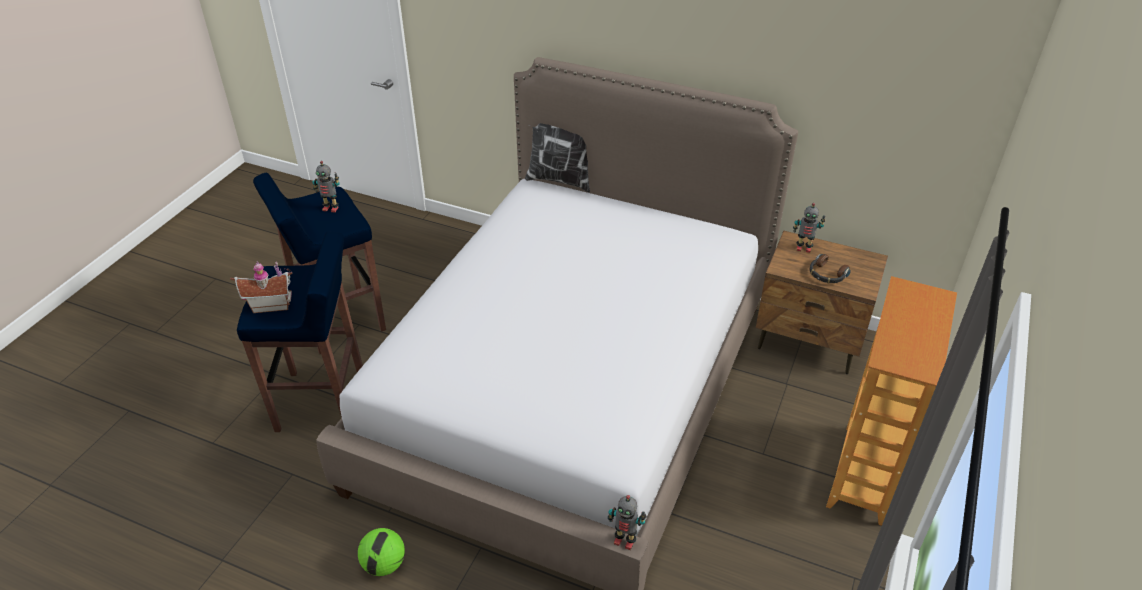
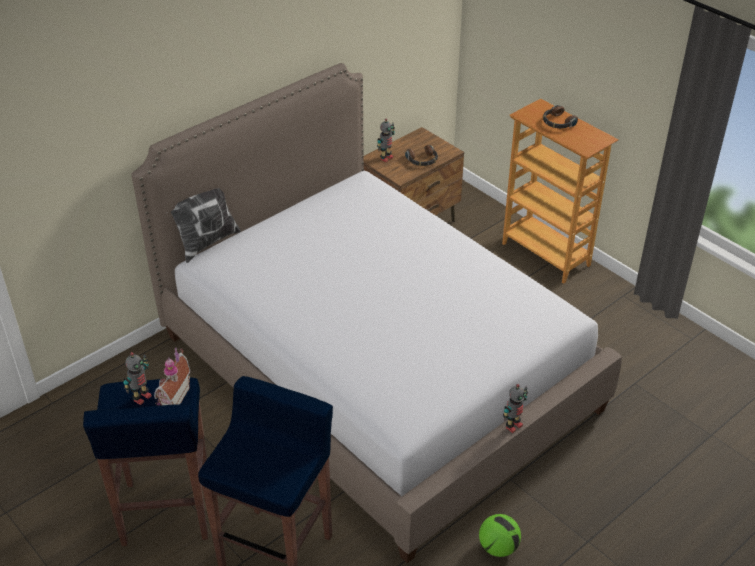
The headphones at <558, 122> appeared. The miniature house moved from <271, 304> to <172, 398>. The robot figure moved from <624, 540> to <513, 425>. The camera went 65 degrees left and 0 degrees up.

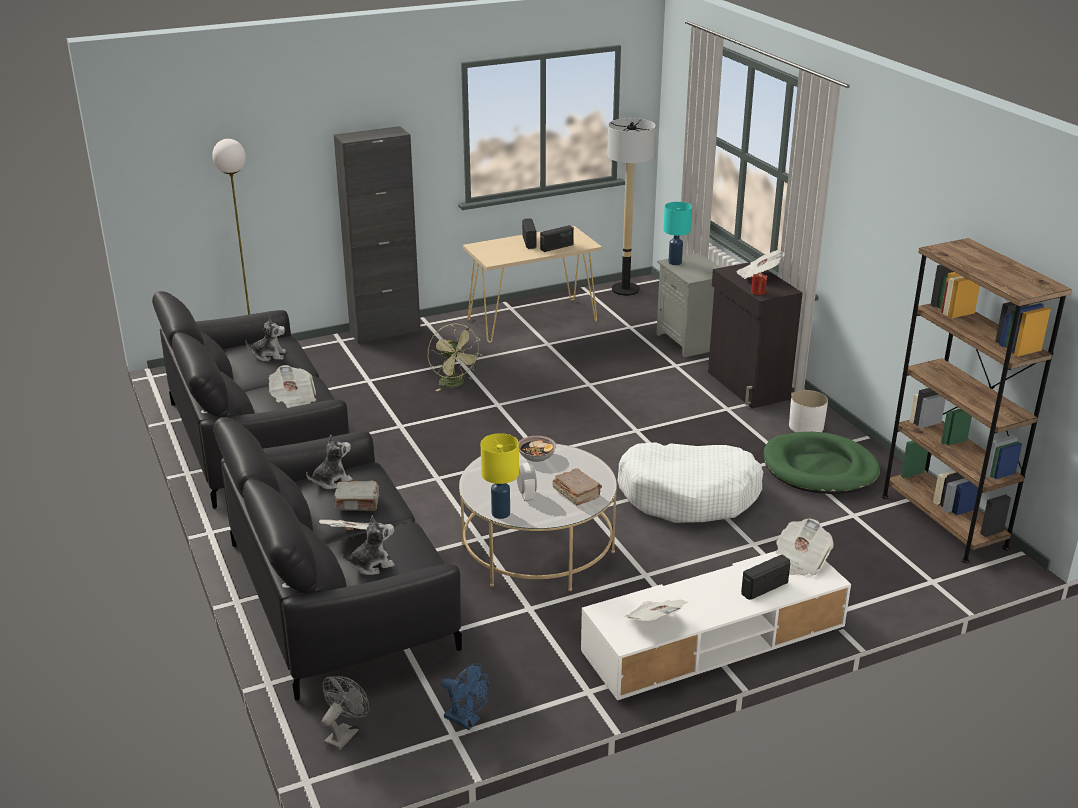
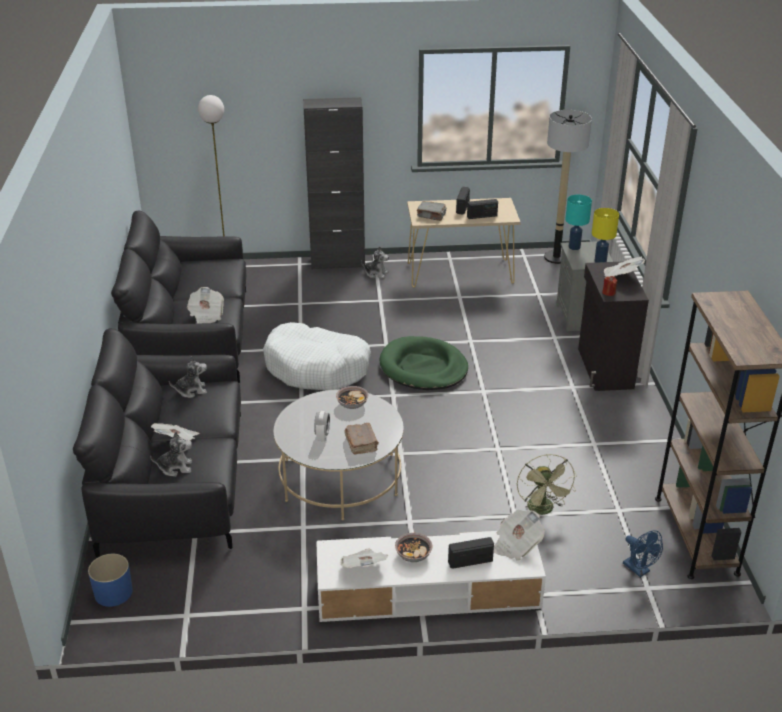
The white-coloured flower pot at <806, 427> disappeared. The deep dish at <413, 554> appeared. The plush toy moved from <269, 355> to <376, 273>. The grey book moved from <358, 503> to <431, 215>. The green-coloured fan moved from <455, 384> to <543, 510>. The blue fan moved from <467, 721> to <639, 570>. The yellow table lamp moved from <501, 513> to <600, 261>. The white-coloured dog bed moved from <689, 495> to <317, 368>. The green-coloured dog bed moved from <819, 468> to <423, 367>. The grey fan at <344, 734> was replaced by the blue flower pot at <113, 592>. The camera went 20 degrees right and 5 degrees up.

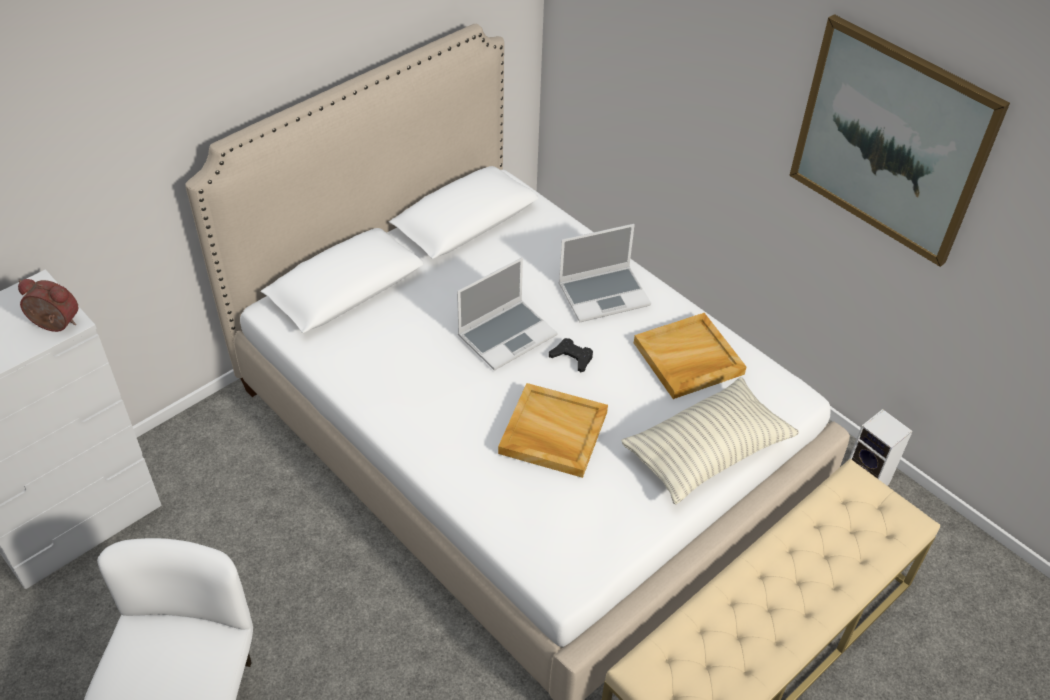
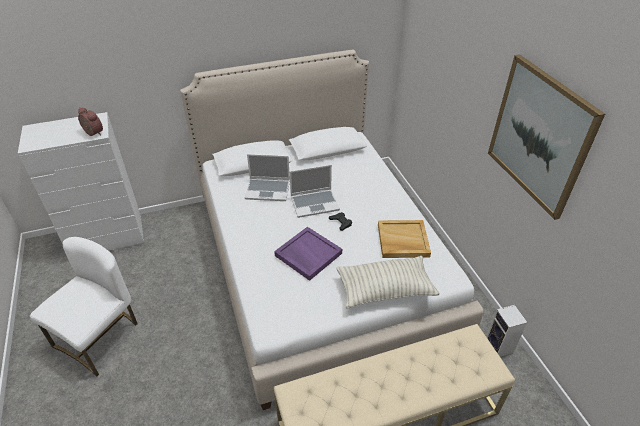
The laptop moved from <604, 294> to <268, 190>. The sand-coloured serving tray at <552, 433> became the purple serving tray at <307, 254>. The camera went 25 degrees right and 5 degrees down.

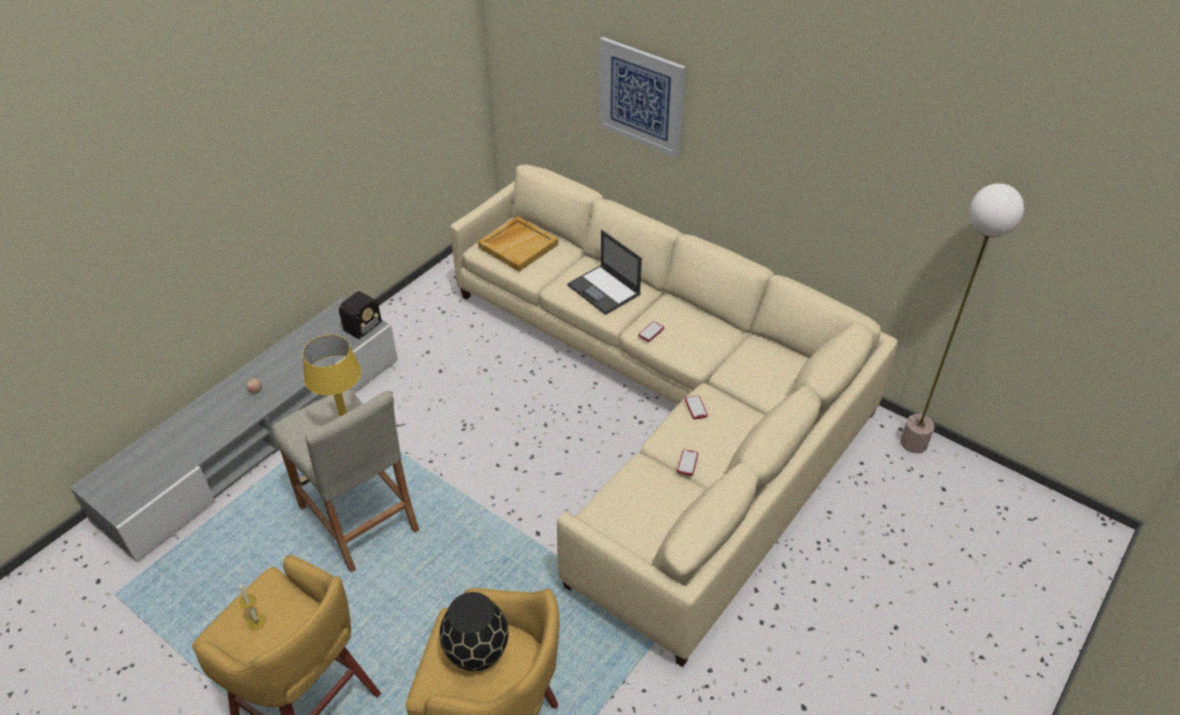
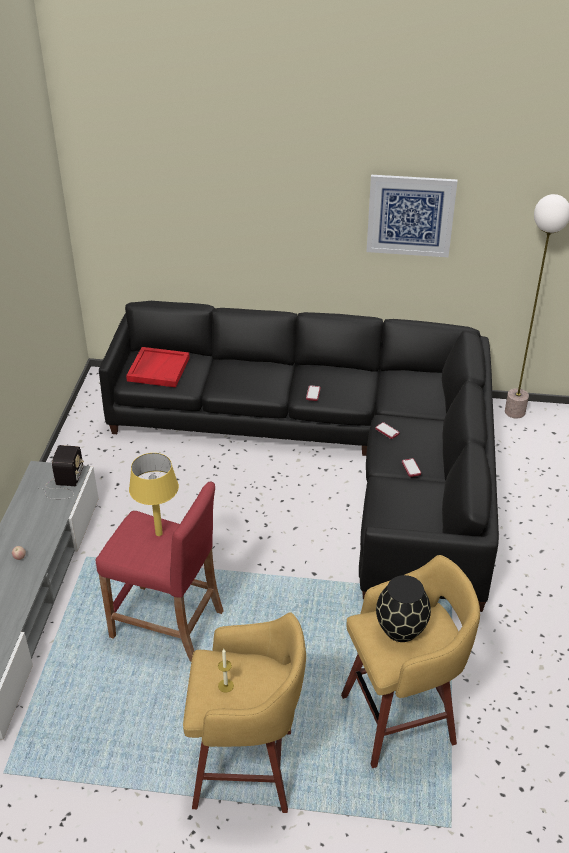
The laptop at <604, 290> disappeared. The wall picture moved from <641, 97> to <410, 215>. The sand-coloured sitting stool at <359, 518> became the red-coloured sitting stool at <167, 624>. The sand-coloured sofa at <664, 406> became the black-coloured sofa at <334, 452>. The sand-coloured serving tray at <518, 245> became the red-coloured serving tray at <158, 369>. The camera went 30 degrees left and 5 degrees down.

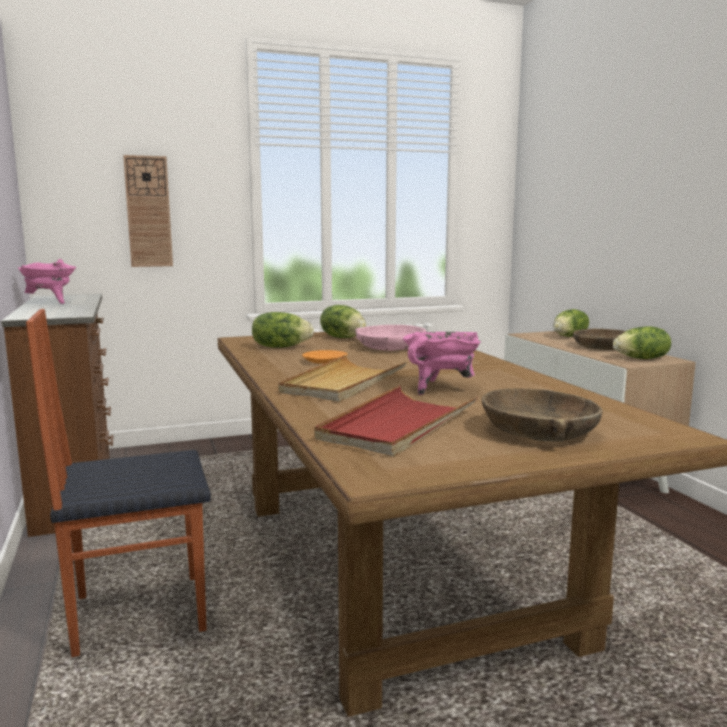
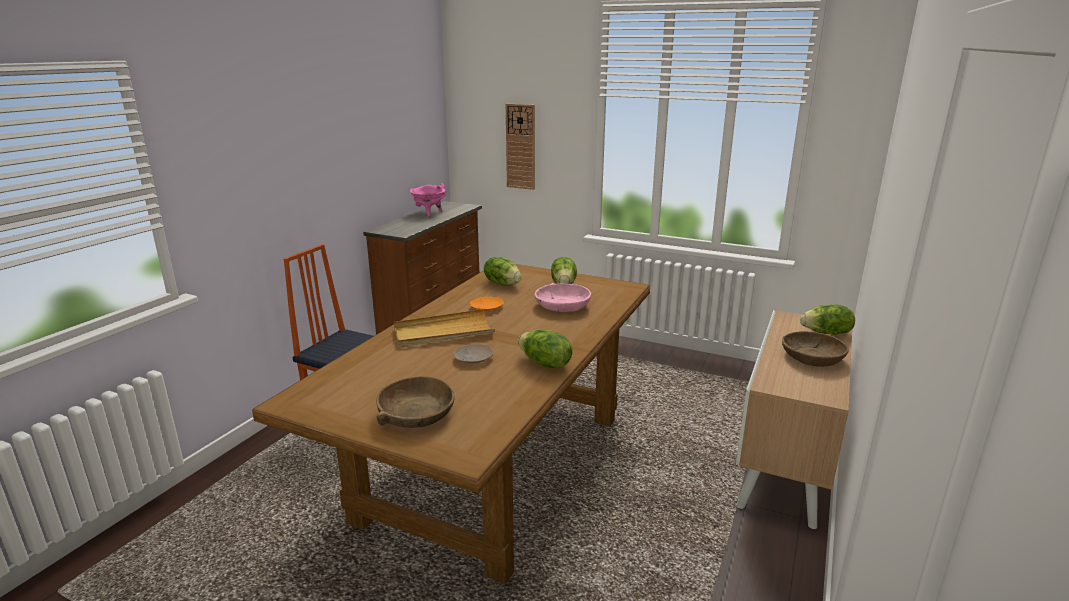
The red-coloured serving tray at <398, 425> disappeared. The lettuce head moved from <642, 359> to <545, 364>. The pink-coloured saucepot at <440, 388> was replaced by the sand-coloured dinner plate at <473, 358>. The camera went 45 degrees right and 10 degrees up.

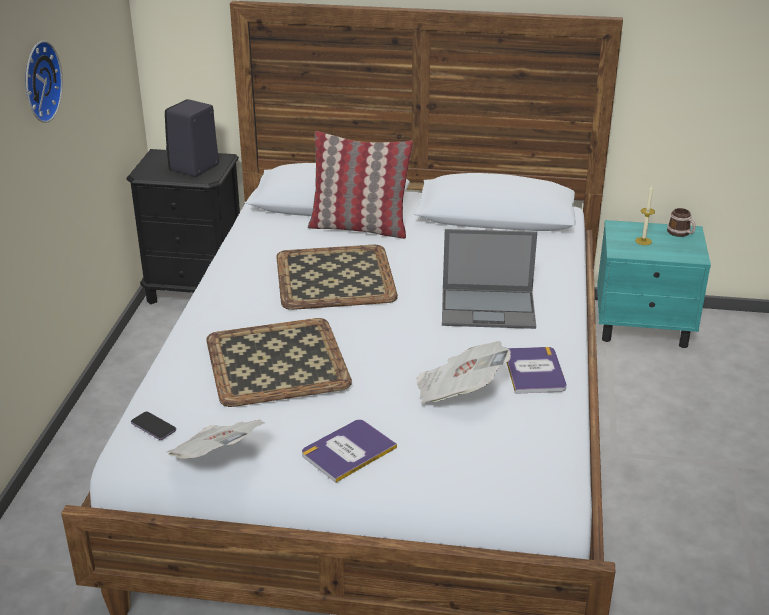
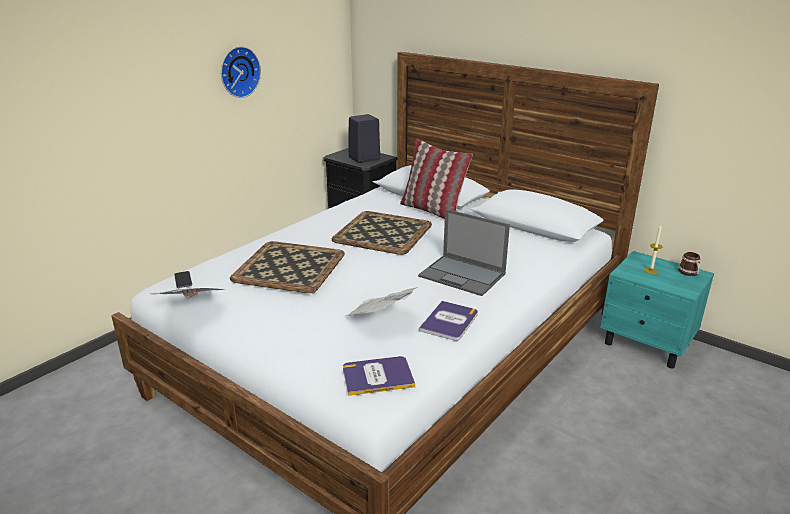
The book moved from <348, 451> to <377, 376>. The camera went 30 degrees right and 5 degrees down.

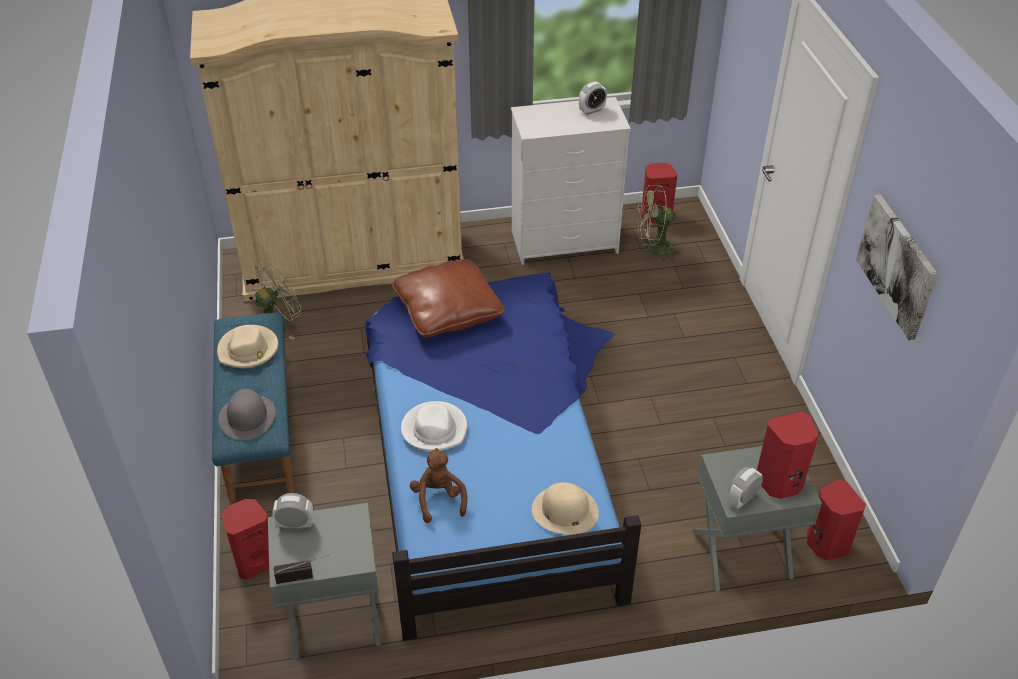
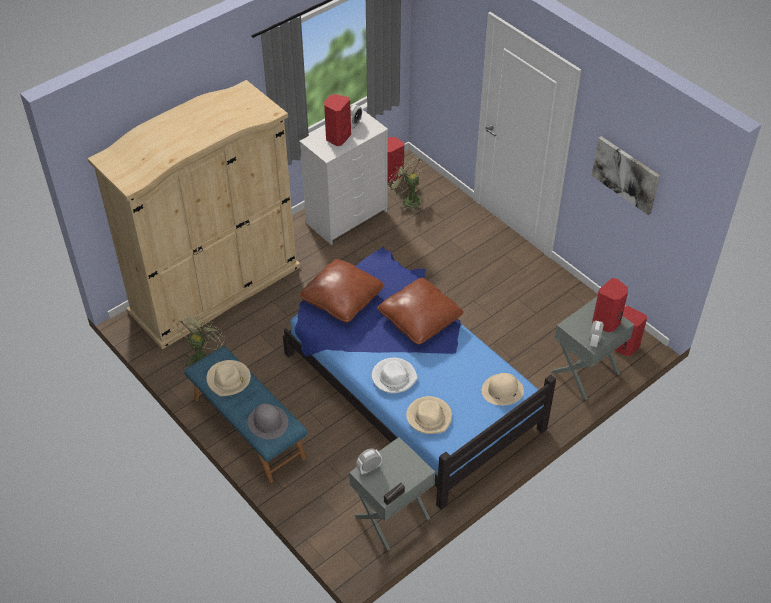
The brown throw pillow at <420, 319> appeared. The red-coloured loudspeaker moved from <255, 561> to <337, 137>. The brown plush toy at <439, 499> was replaced by the sand-coloured clothing hat at <429, 417>. The green-coloured fan at <654, 249> turned 75 degrees clockwise. The camera went 30 degrees left and 5 degrees up.

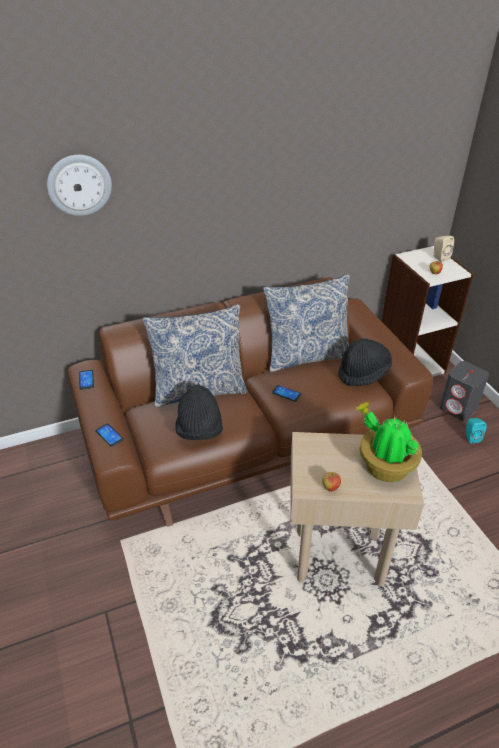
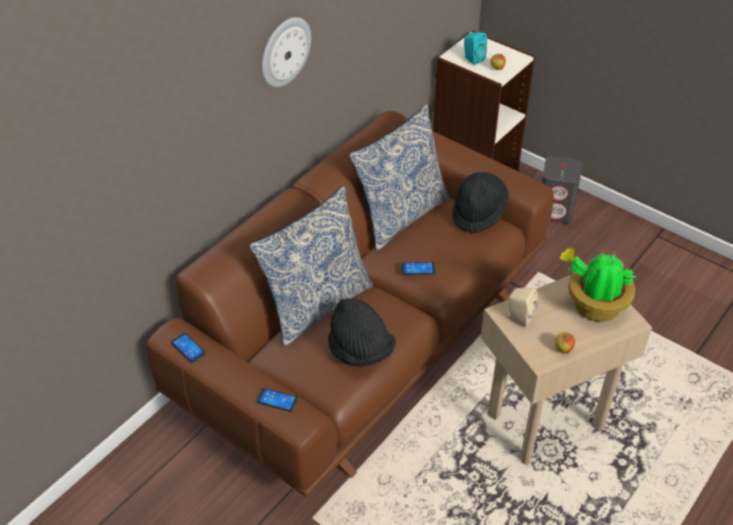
The wall clock moved from <79, 185> to <284, 51>. The sand-coloured loudspeaker moved from <439, 257> to <518, 317>. The turquoise loudspeaker moved from <471, 437> to <472, 59>. The camera went 30 degrees left and 5 degrees up.

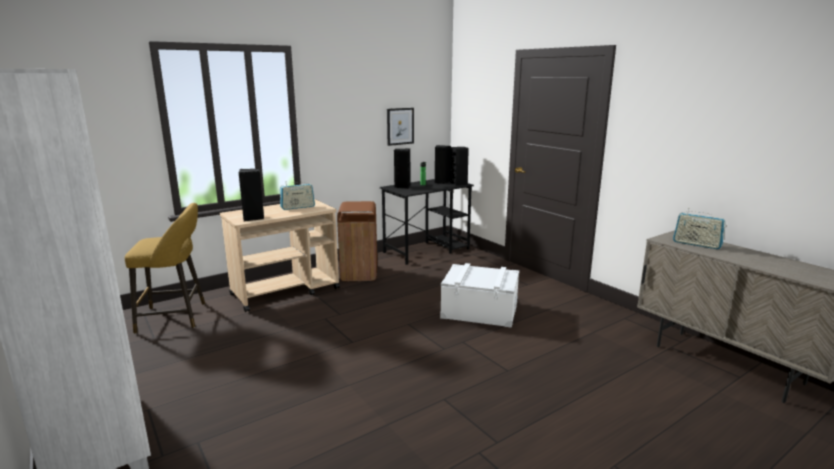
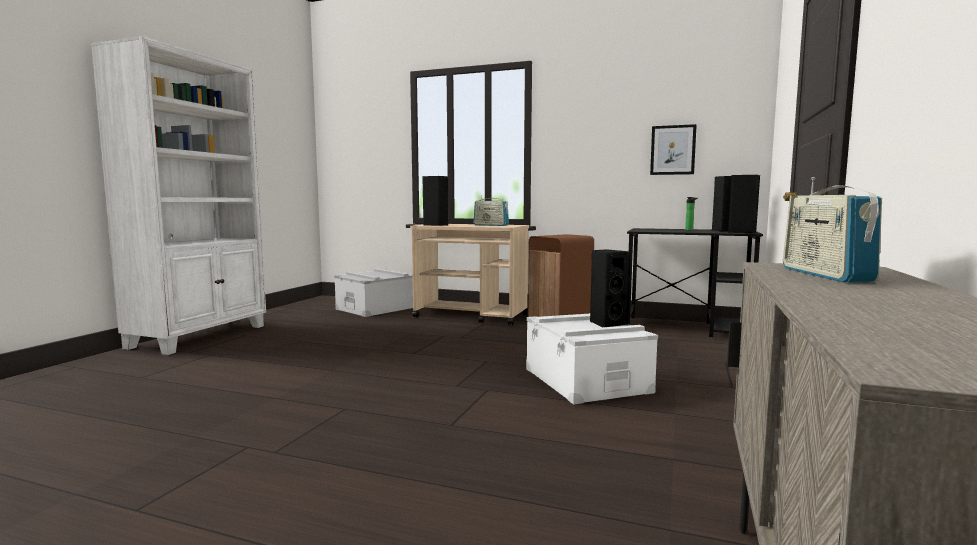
The black-coloured loudspeaker moved from <402, 186> to <607, 323>. The yellow sitting stool at <176, 317> was replaced by the grey storage box at <377, 308>. The camera went 55 degrees right and 10 degrees down.

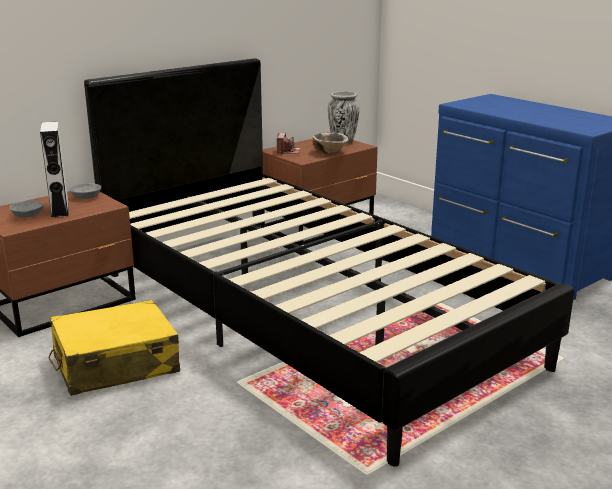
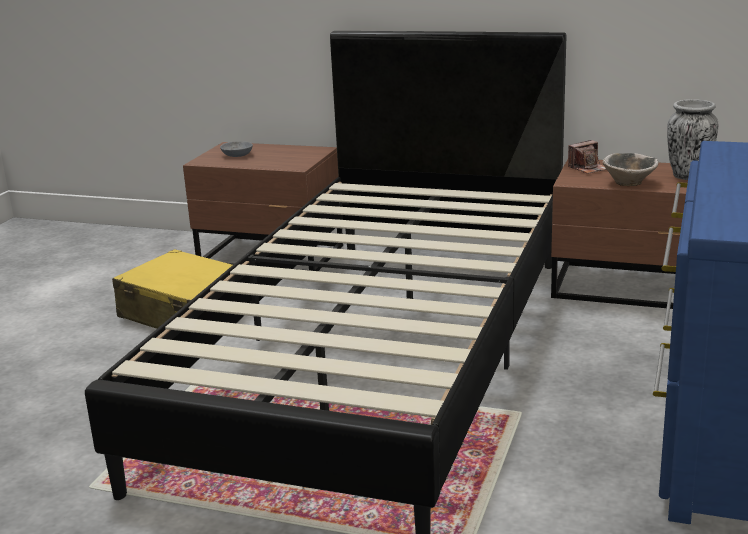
The grey loudspeaker at <60, 210> disappeared. The grey deep dish at <85, 197> disappeared. The camera went 60 degrees right and 0 degrees up.

